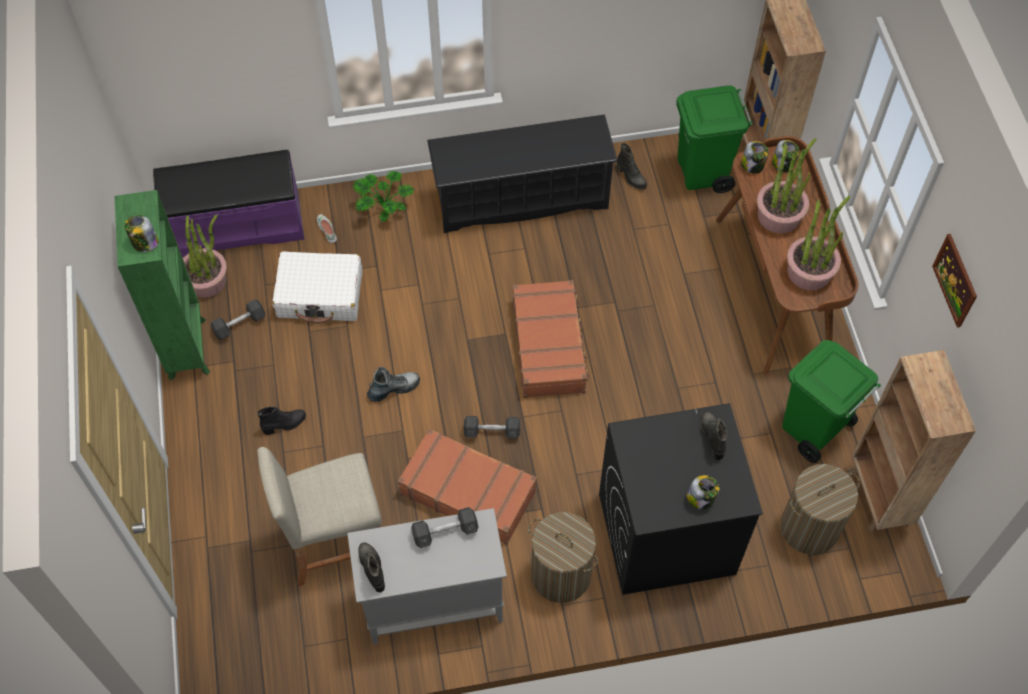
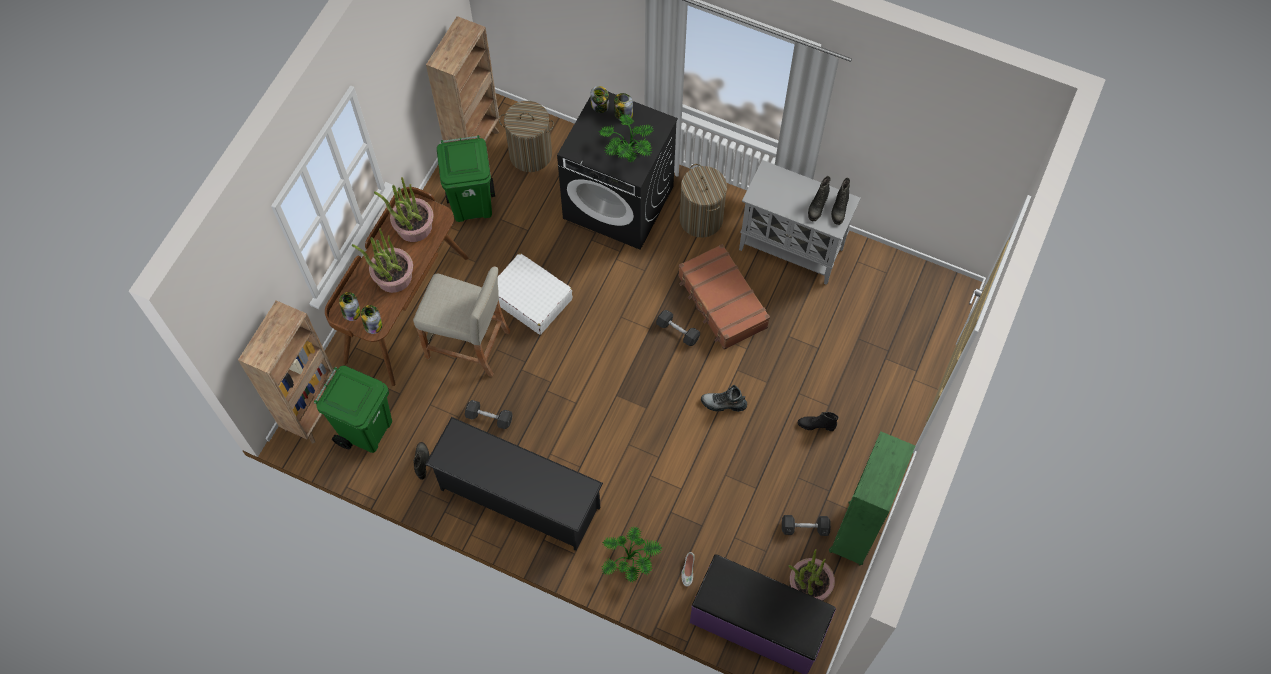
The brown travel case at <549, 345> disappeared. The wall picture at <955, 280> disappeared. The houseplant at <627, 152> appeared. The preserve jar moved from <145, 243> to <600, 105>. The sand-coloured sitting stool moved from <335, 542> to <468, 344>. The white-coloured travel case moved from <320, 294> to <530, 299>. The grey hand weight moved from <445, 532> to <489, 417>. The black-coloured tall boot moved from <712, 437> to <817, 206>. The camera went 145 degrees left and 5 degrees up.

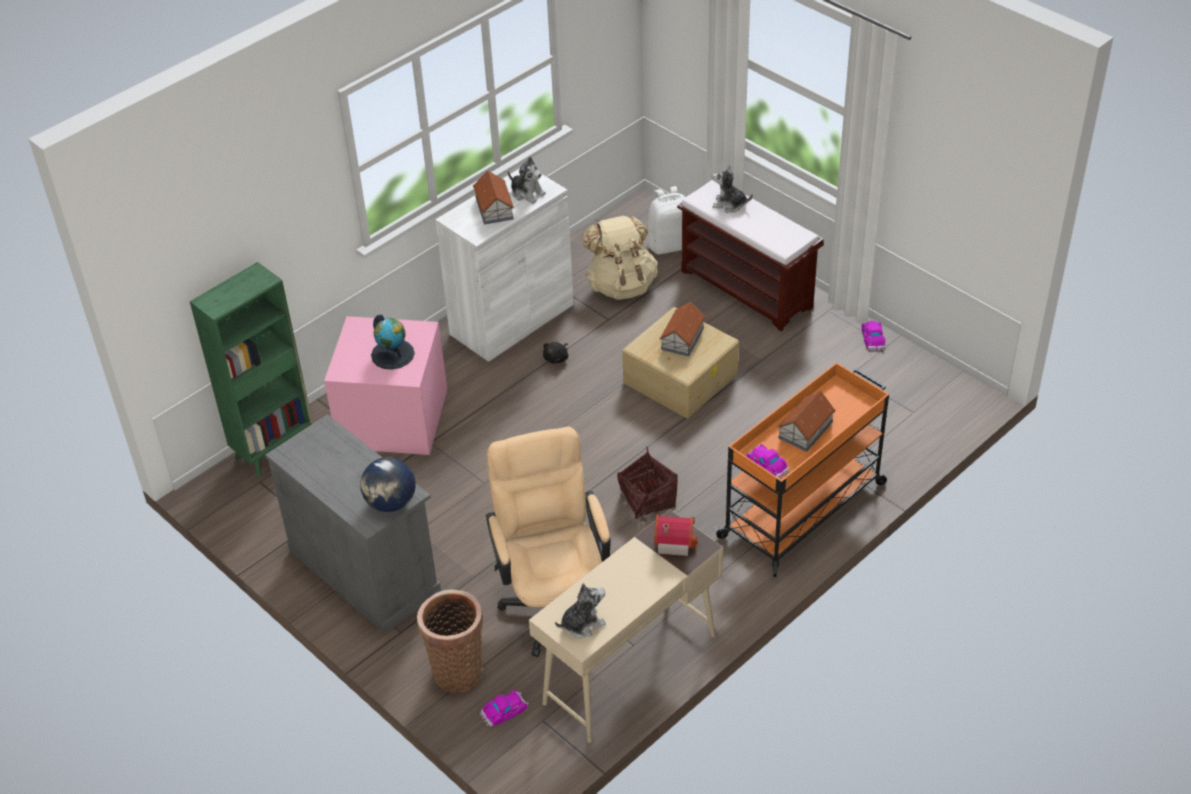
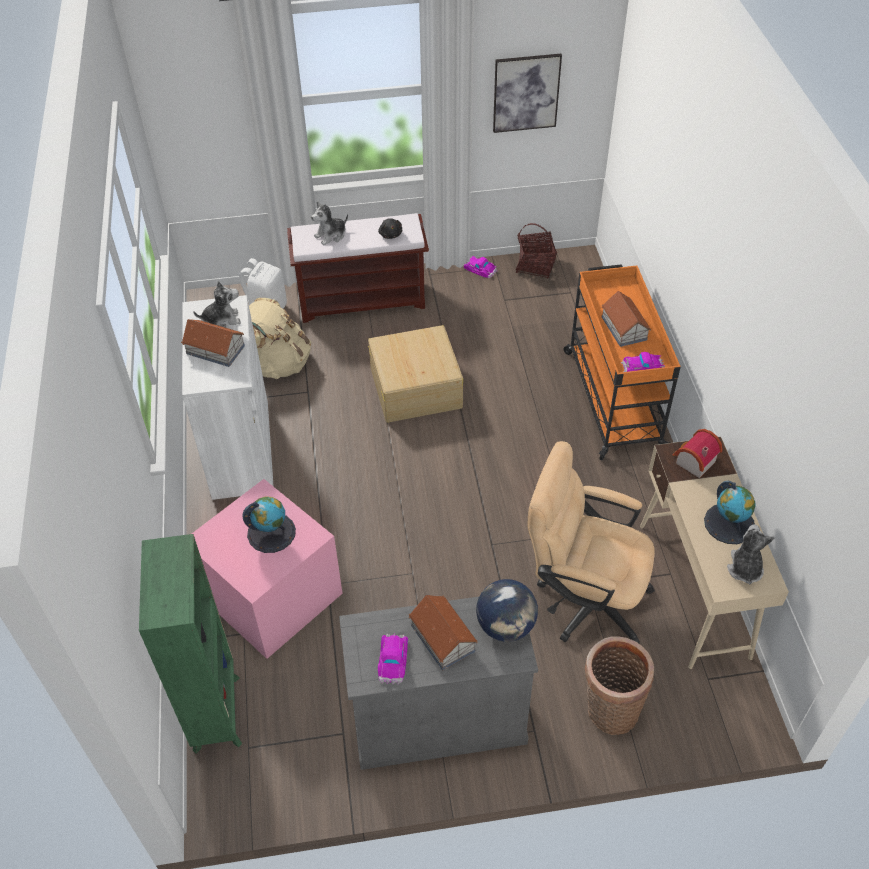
The wall picture at <526, 93> appeared. The globe at <729, 523> appeared. The miniature car moved from <504, 710> to <393, 659>. The black-coloured plush toy moved from <557, 358> to <390, 234>. The storage basket moved from <647, 499> to <535, 266>. The miniature house moved from <682, 338> to <443, 639>. The camera went 55 degrees left and 5 degrees up.

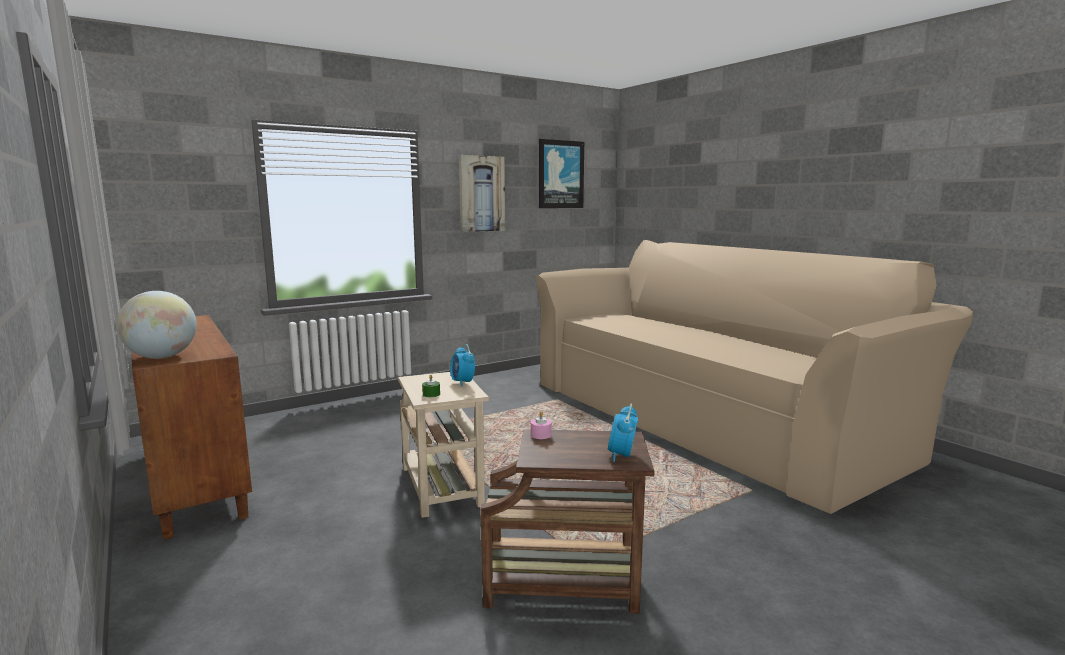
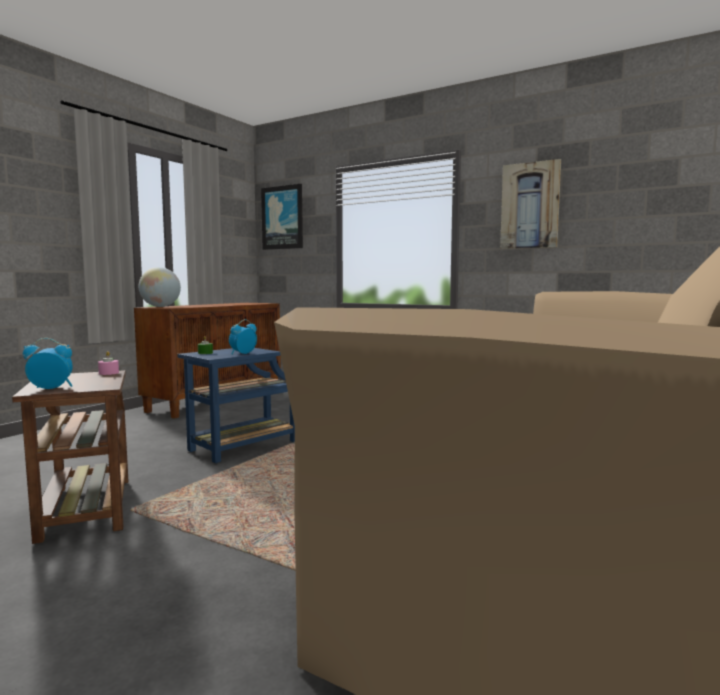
The wall picture moved from <560, 174> to <282, 217>. The sand-coloured end table at <442, 488> became the blue end table at <241, 447>. The camera went 65 degrees right and 5 degrees down.

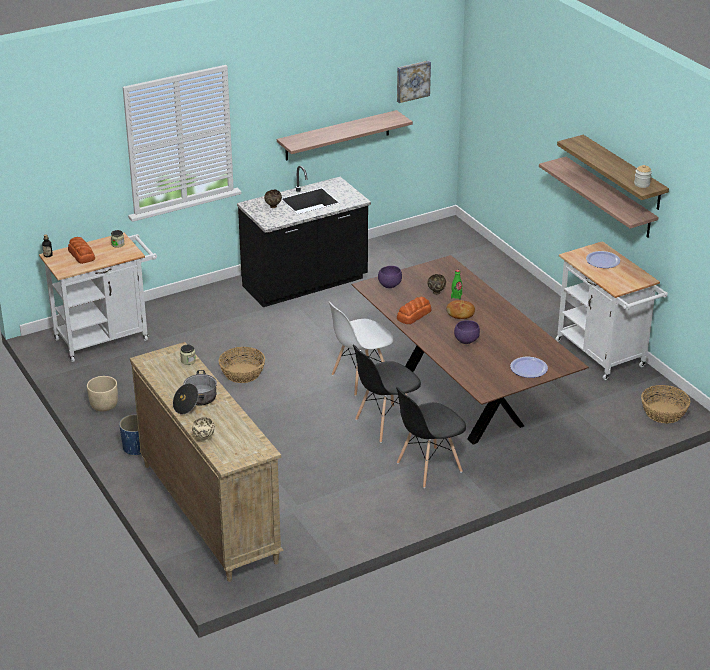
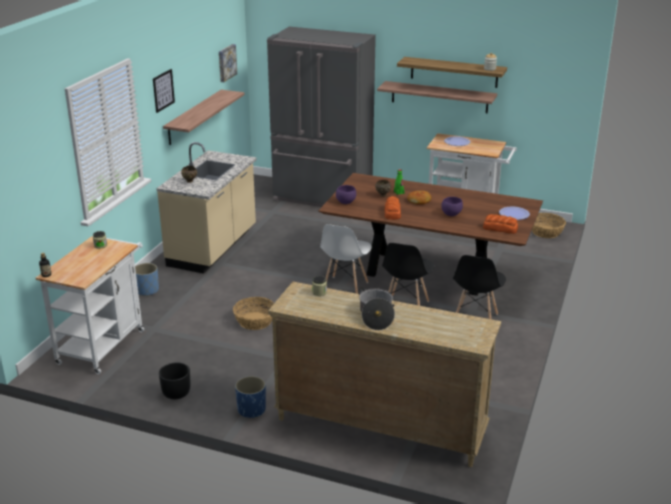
The sand-coloured deep dish at <204, 439> disappeared. The blue flower pot at <147, 290> appeared. The wall picture at <163, 90> appeared. The grey refrigerator at <322, 197> appeared. The bread moved from <81, 254> to <500, 228>. The sand-coloured flower pot at <104, 405> became the black-coloured flower pot at <176, 393>. The black-coloured kitchen base unit at <305, 285> became the sand-coloured kitchen base unit at <213, 248>. The camera went 40 degrees left and 5 degrees down.

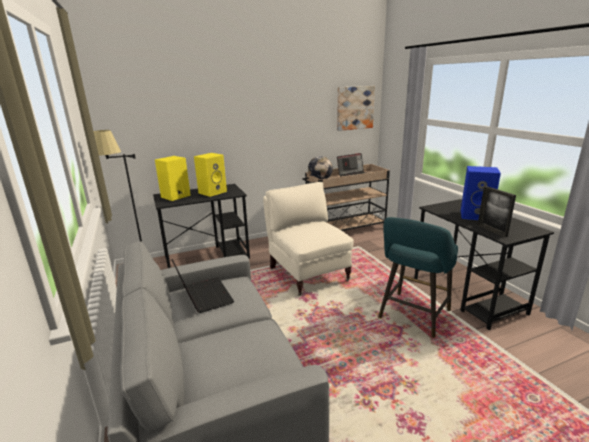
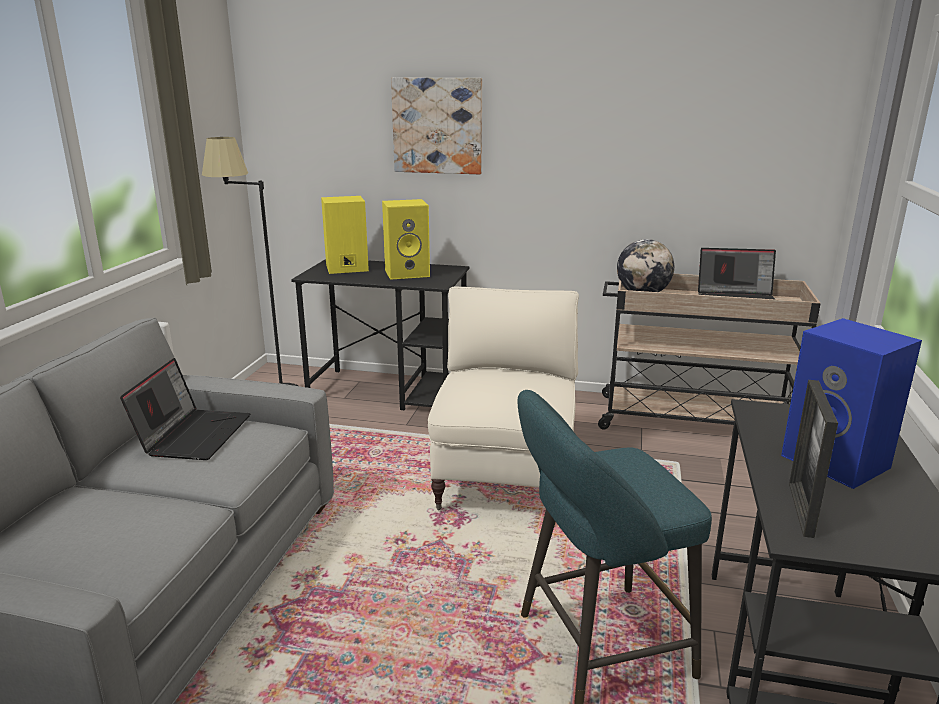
The wall picture moved from <355, 108> to <437, 126>. The camera went 35 degrees right and 0 degrees up.

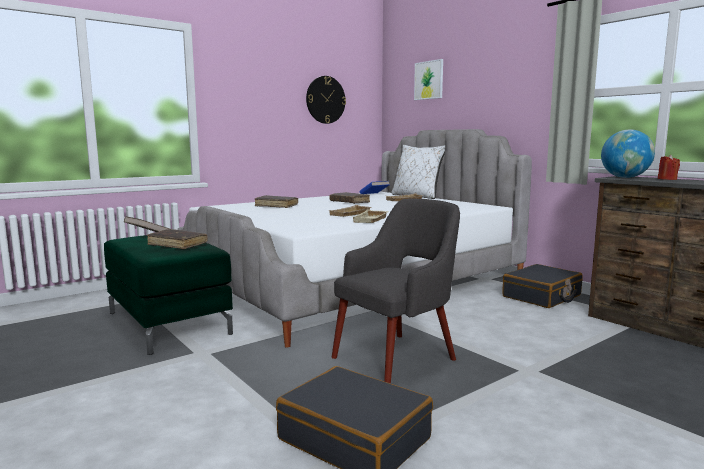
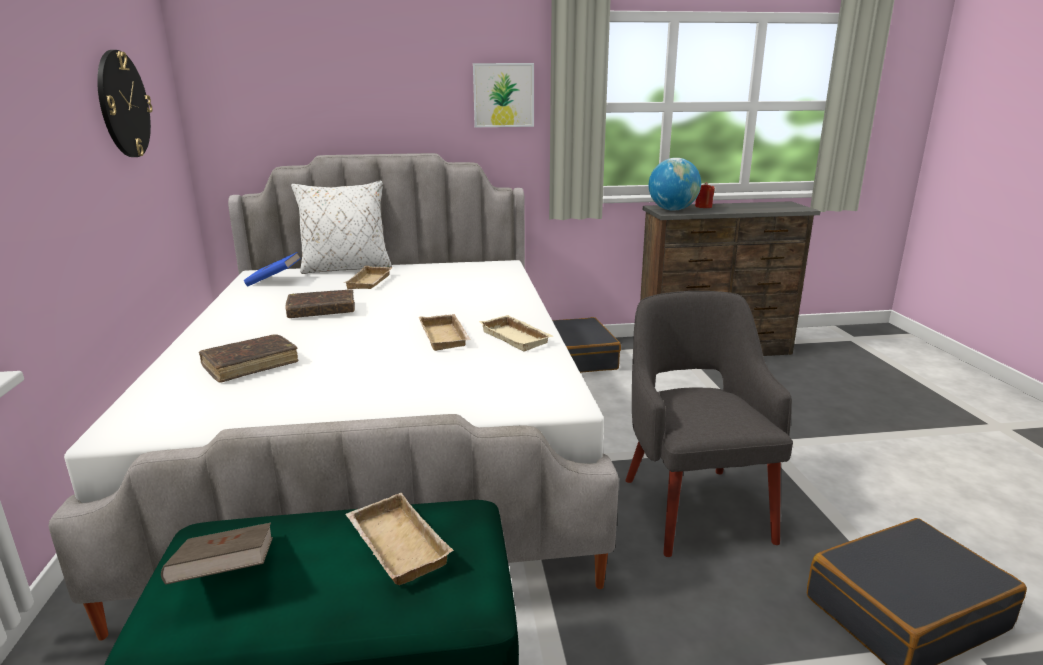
The wall picture moved from <429, 80> to <503, 95>. The brown book at <177, 244> was replaced by the sand-coloured serving tray at <394, 545>. The camera went 60 degrees left and 10 degrees up.

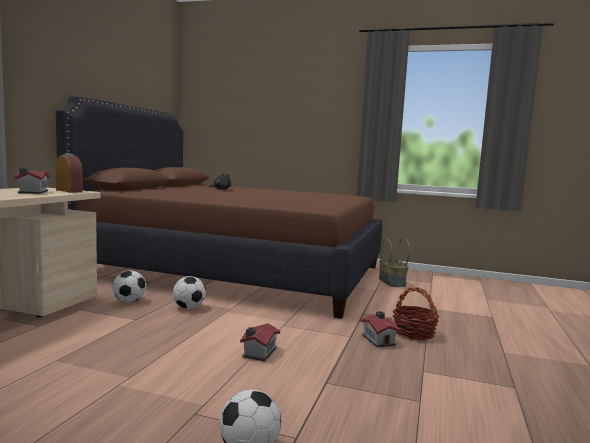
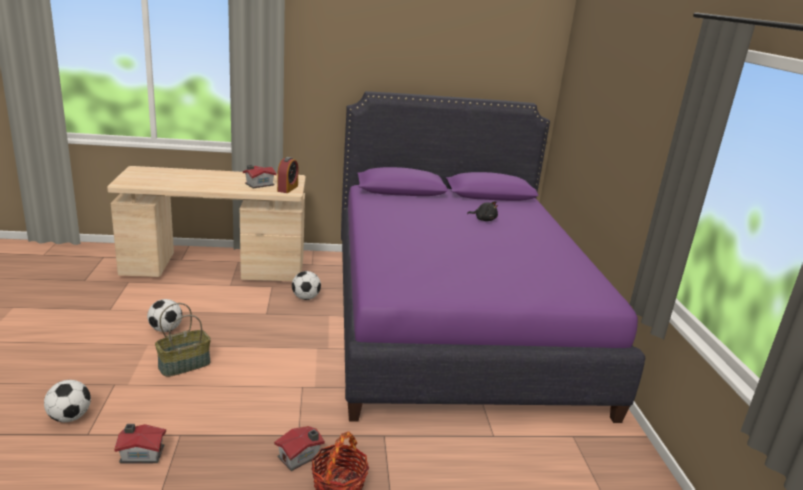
The ball for football moved from <189, 307> to <166, 329>. The miniature house moved from <258, 352> to <141, 453>. The storage basket moved from <391, 282> to <184, 364>. The brown sleeping bed at <235, 271> became the purple sleeping bed at <453, 321>. The camera went 65 degrees right and 15 degrees up.

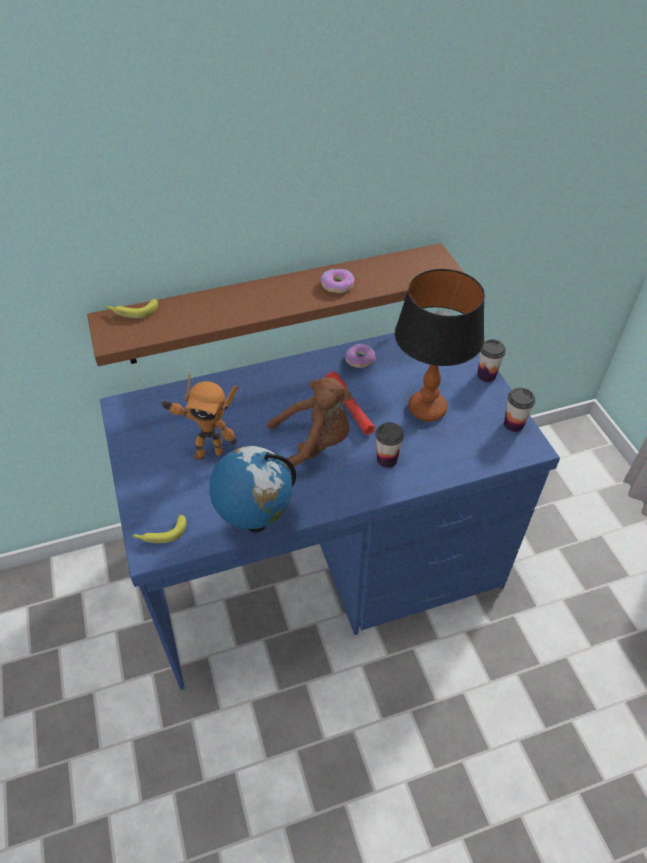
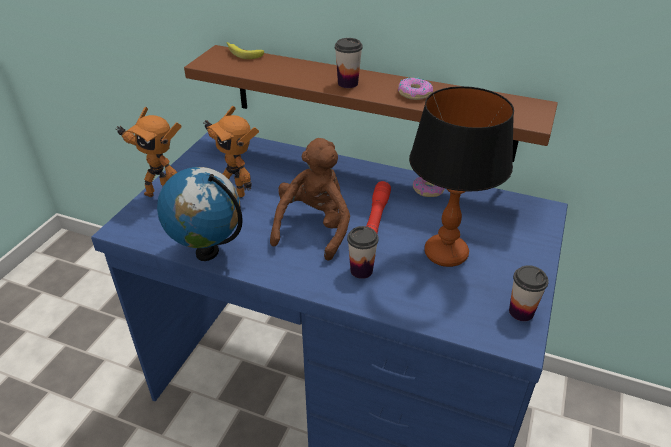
The banana fruit at <160, 533> disappeared. The robot figure at <159, 193> appeared. The small cup moved from <486, 375> to <348, 83>. The brown plush toy at <313, 445> turned 105 degrees counterclockwise. The camera went 40 degrees right and 10 degrees down.

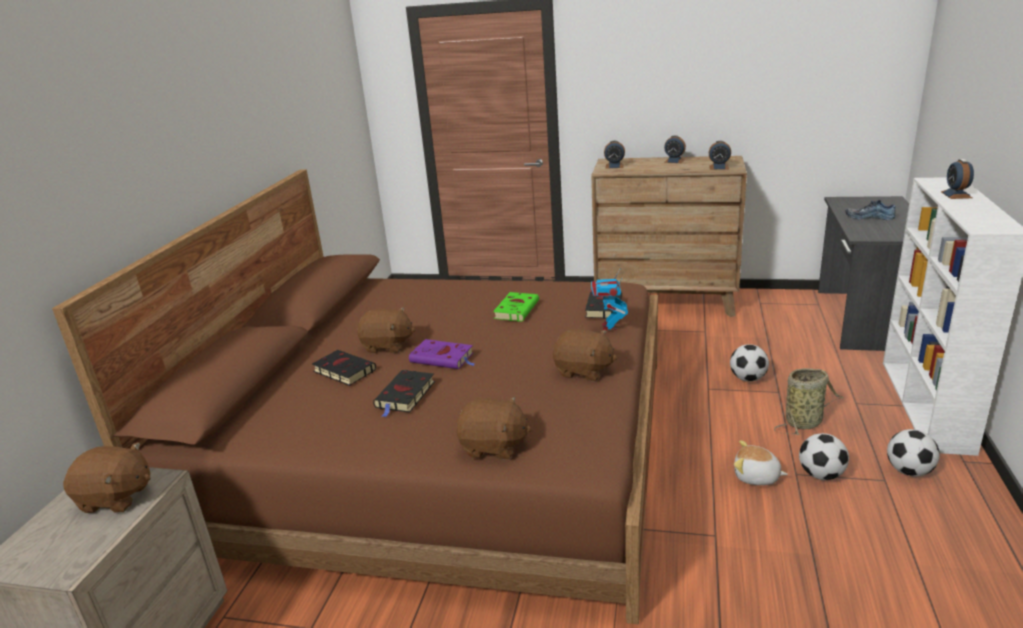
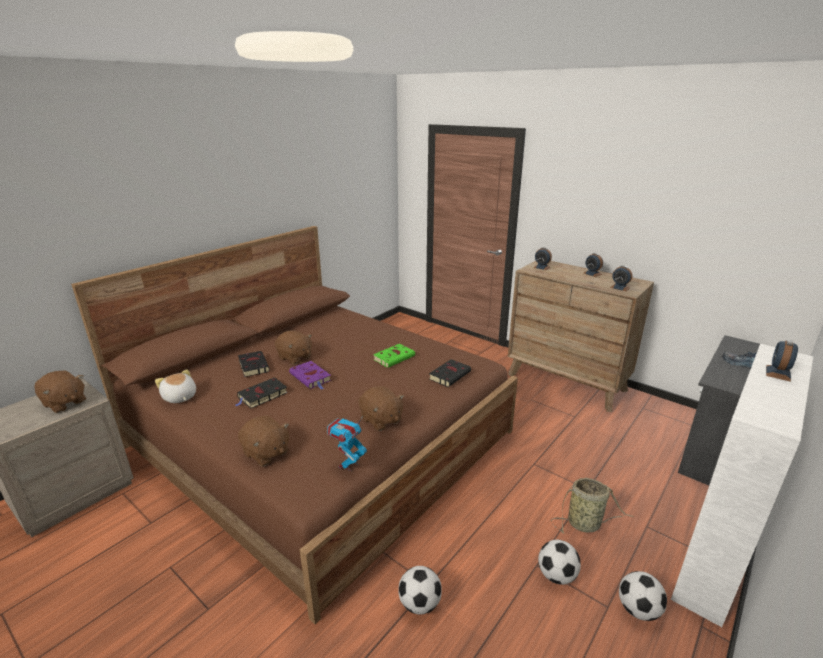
The robot figure moved from <609, 327> to <348, 465>. The ball for football moved from <748, 378> to <420, 603>. The plush toy moved from <756, 477> to <179, 397>. The camera went 25 degrees right and 0 degrees up.

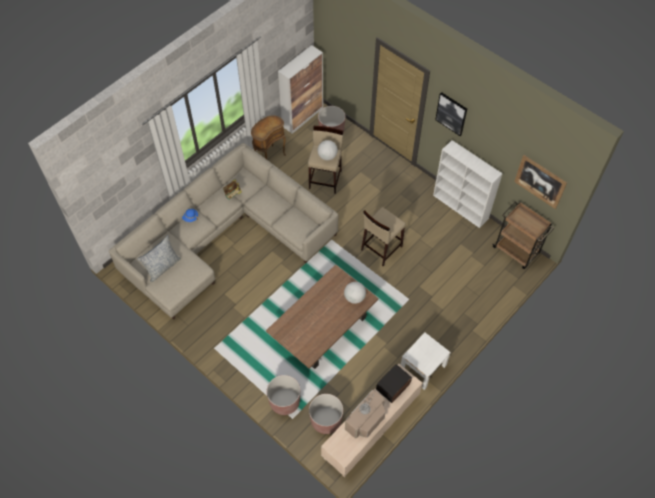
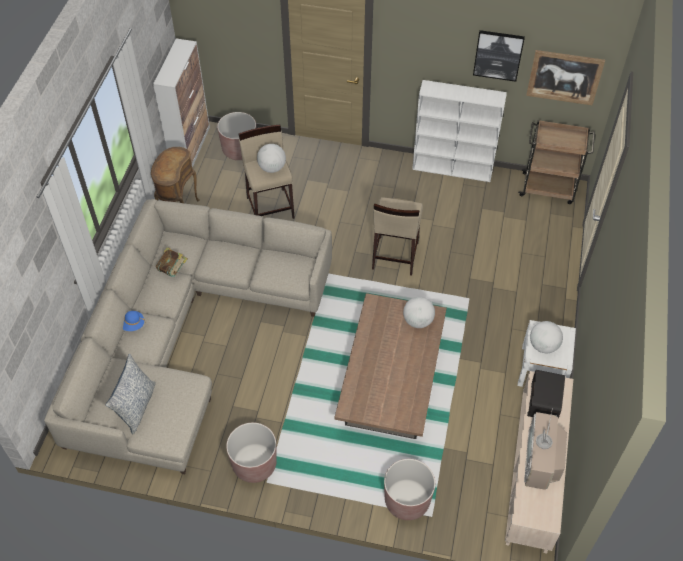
The globe at <543, 345> appeared. The brown flower pot moved from <326, 420> to <254, 464>. The wall picture moved from <451, 113> to <498, 55>. The camera went 30 degrees left and 5 degrees down.

